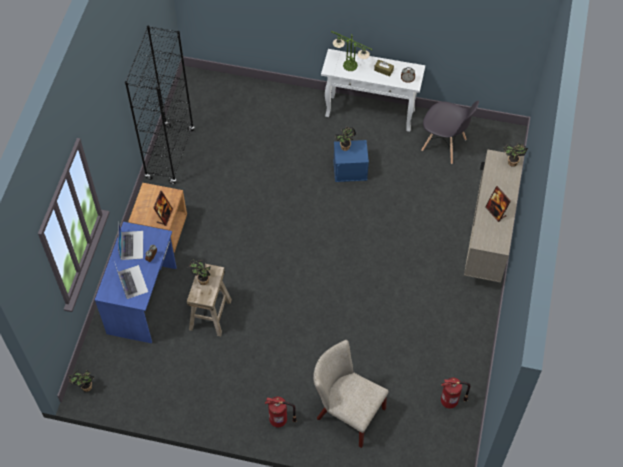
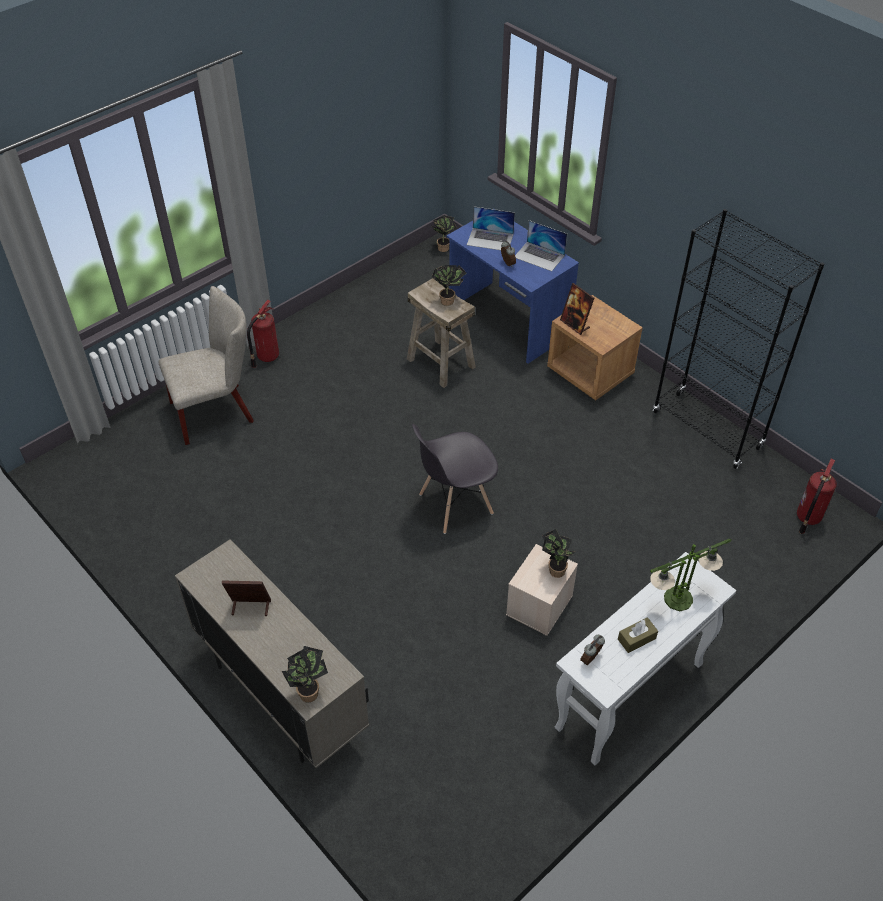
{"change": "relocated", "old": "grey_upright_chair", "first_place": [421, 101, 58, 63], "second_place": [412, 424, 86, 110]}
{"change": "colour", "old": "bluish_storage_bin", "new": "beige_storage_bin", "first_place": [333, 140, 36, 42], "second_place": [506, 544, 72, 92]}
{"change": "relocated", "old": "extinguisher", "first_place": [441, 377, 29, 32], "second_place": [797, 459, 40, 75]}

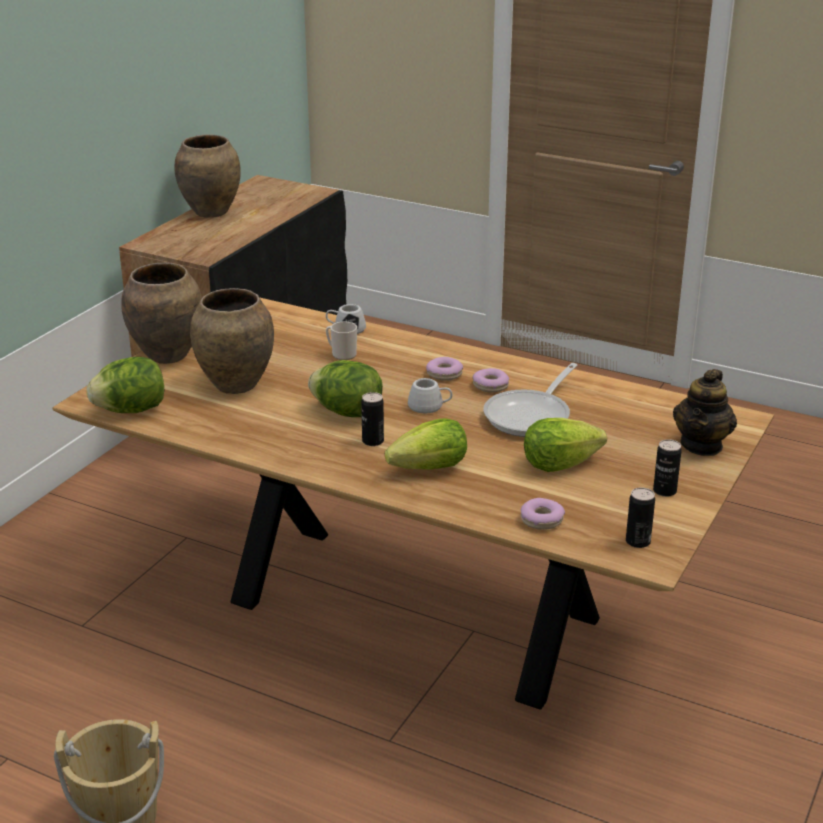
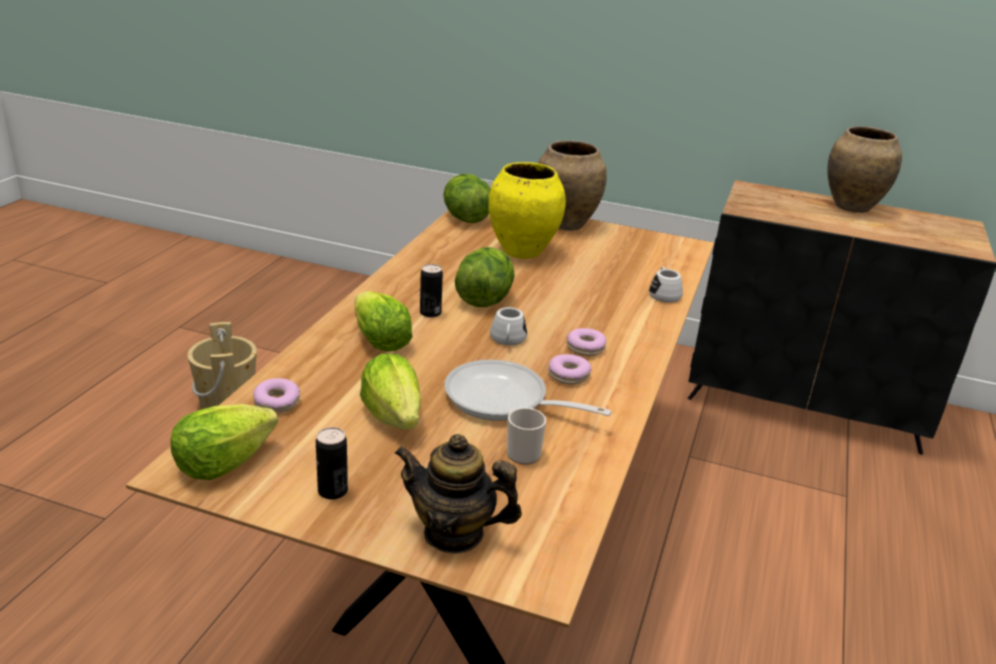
{"change": "colour", "old": "brown_flower_vase", "new": "yellow_flower_vase", "first_place": [190, 288, 84, 106], "second_place": [489, 162, 77, 97]}
{"change": "relocated", "old": "tea_mug", "first_place": [326, 322, 31, 38], "second_place": [507, 408, 39, 57]}
{"change": "exchanged", "old": "can", "new": "lettuce", "first_place": [626, 487, 29, 61], "second_place": [170, 404, 108, 76]}

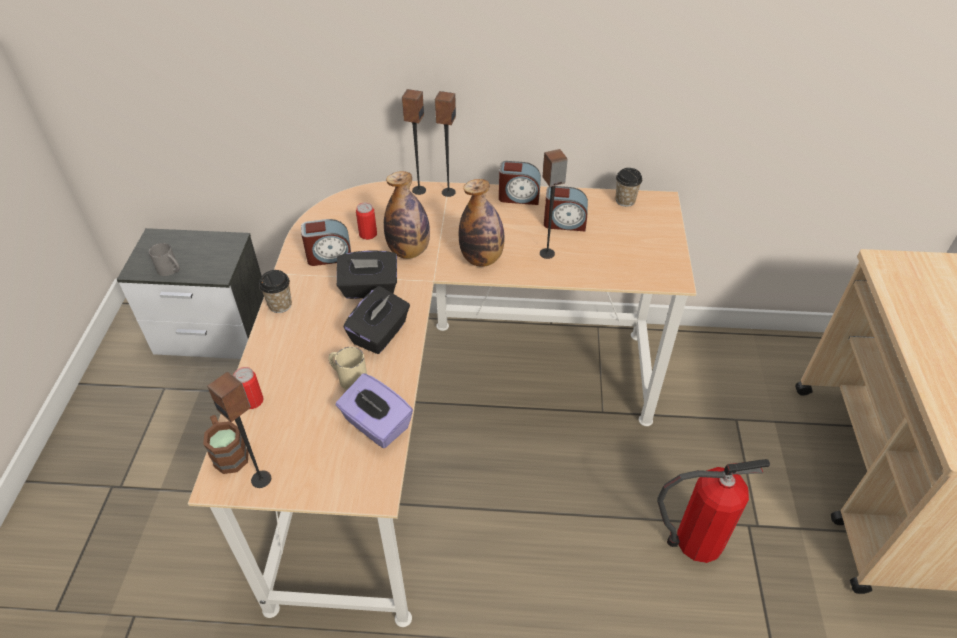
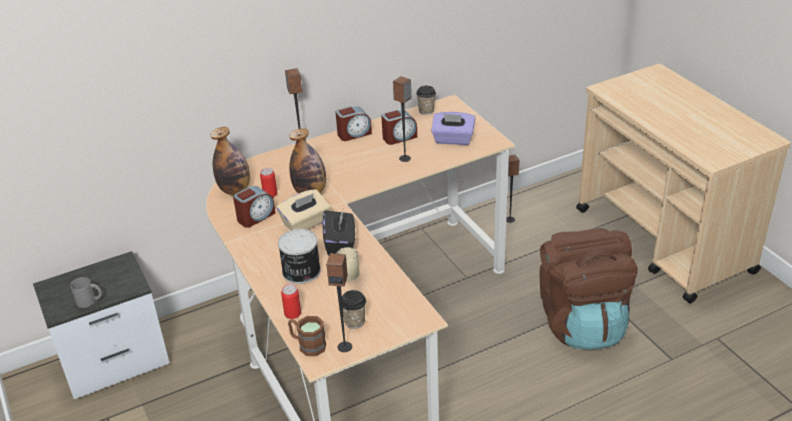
{"change": "relocated", "old": "audio_speaker", "first_place": [402, 89, 24, 106], "second_place": [506, 155, 13, 68]}
{"change": "relocated", "old": "bottle", "first_place": [459, 179, 45, 88], "second_place": [210, 127, 40, 68]}
{"change": "colour", "old": "black-coloured_tissue_holder", "new": "beige_tissue_holder", "first_place": [337, 251, 60, 48], "second_place": [277, 189, 53, 41]}
{"change": "relocated", "old": "drinking_cup", "first_place": [259, 270, 33, 43], "second_place": [342, 290, 24, 39]}
{"change": "relocated", "old": "purplish_tissue_holder", "first_place": [336, 373, 77, 75], "second_place": [431, 112, 44, 33]}
{"change": "exchanged", "old": "extinguisher", "new": "brown_rucksack", "first_place": [657, 459, 113, 104], "second_place": [539, 228, 99, 122]}
{"change": "appeared", "new": "can", "second_place": [278, 229, 43, 55]}

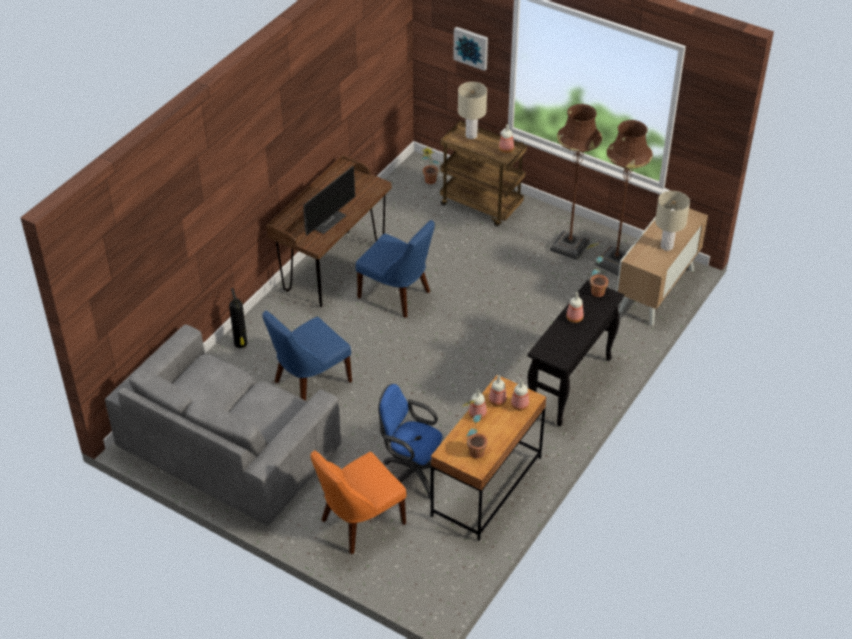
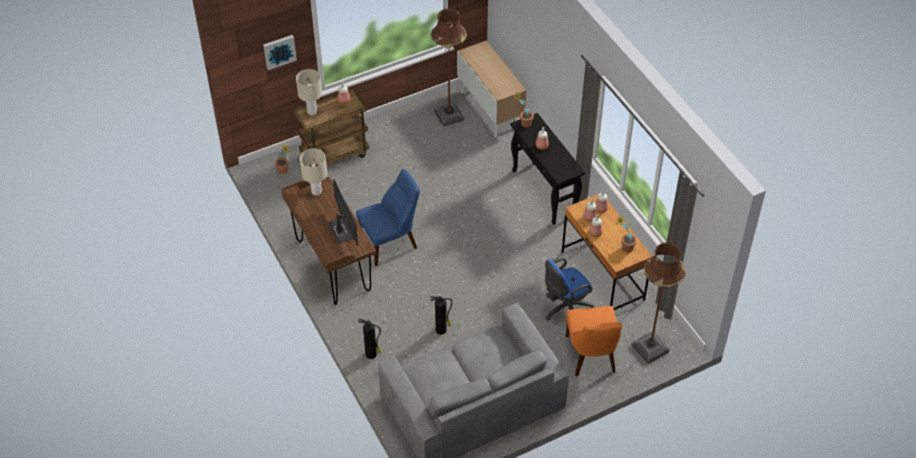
{"change": "relocated", "old": "brown_standard_lamp", "first_place": [550, 104, 53, 156], "second_place": [631, 242, 55, 122]}
{"change": "relocated", "old": "beige_tabletop_lamp", "first_place": [655, 191, 35, 60], "second_place": [300, 149, 27, 47]}
{"change": "exchanged", "old": "bluish_upright_chair", "new": "extinguisher", "first_place": [262, 311, 90, 90], "second_place": [431, 296, 21, 38]}

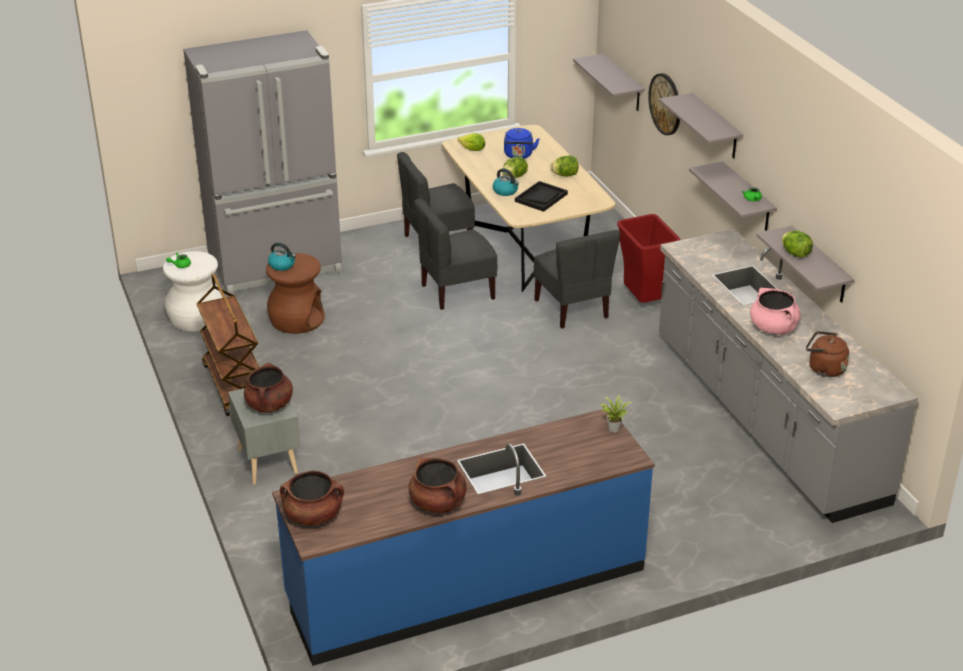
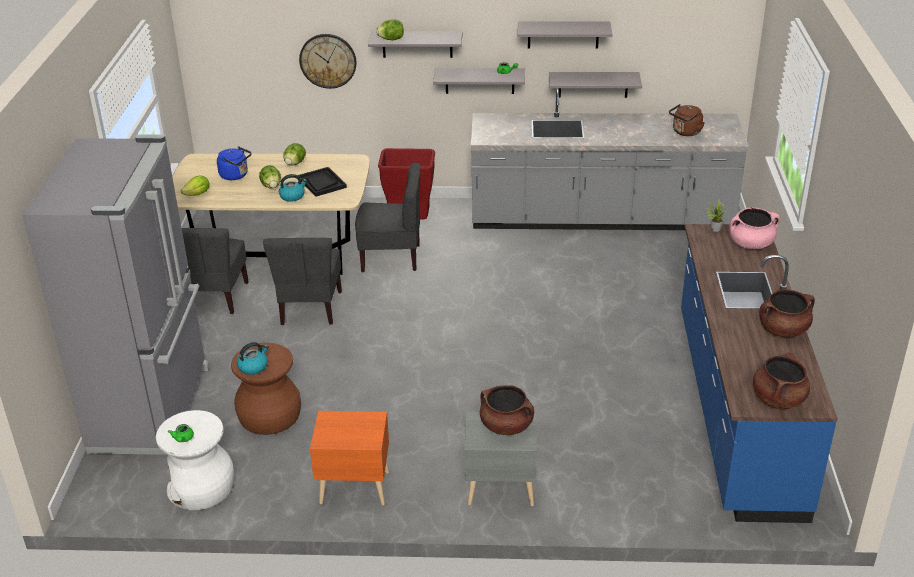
{"change": "relocated", "old": "grey_wall_shelf", "first_place": [573, 54, 72, 57], "second_place": [518, 21, 95, 27]}
{"change": "relocated", "old": "lettuce", "first_place": [782, 230, 31, 28], "second_place": [376, 19, 28, 21]}
{"change": "exchanged", "old": "brown_cart", "new": "orange_bedside_table", "first_place": [196, 274, 63, 142], "second_place": [310, 411, 79, 94]}
{"change": "relocated", "old": "pinkish_cooking_pot", "first_place": [750, 288, 51, 47], "second_place": [729, 207, 51, 42]}

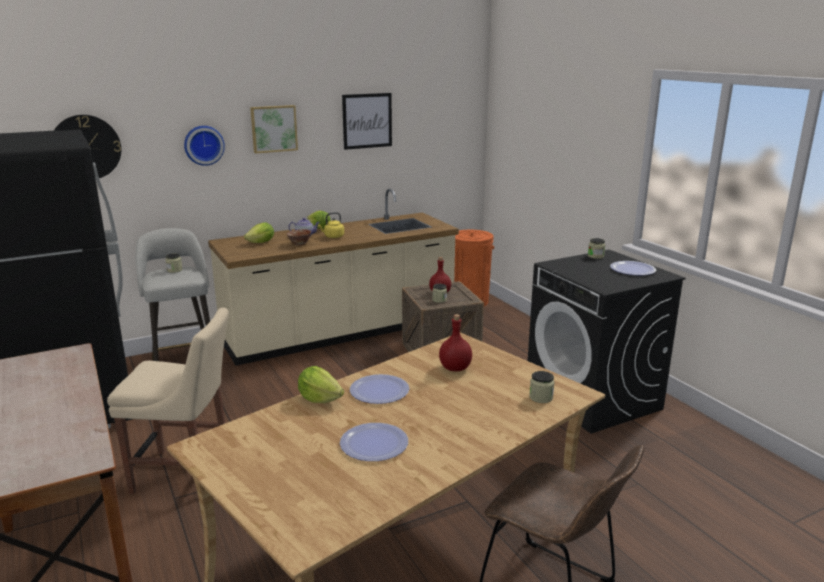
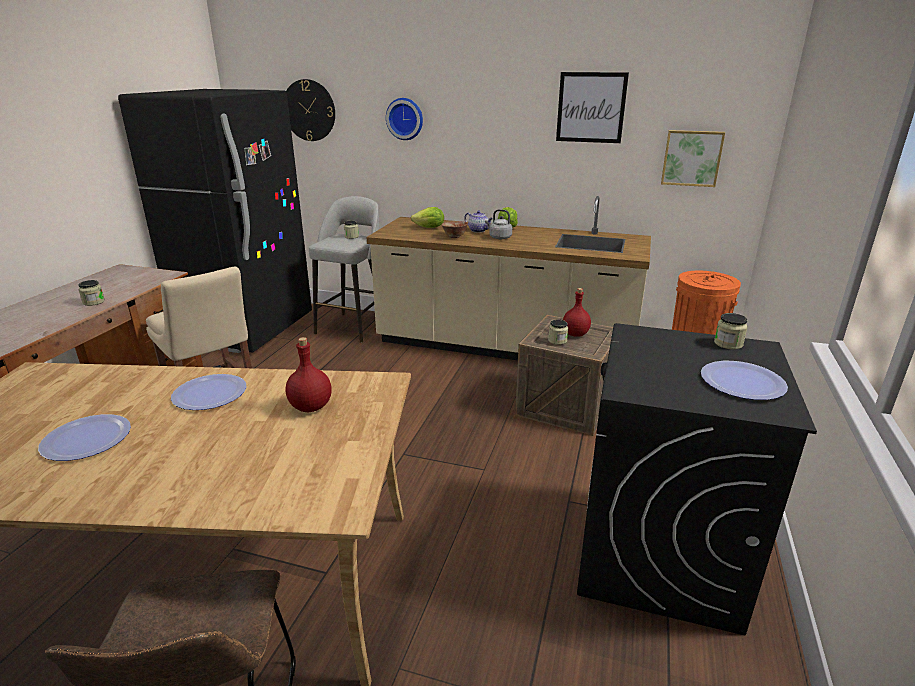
{"change": "relocated", "old": "wall_picture", "first_place": [250, 105, 48, 49], "second_place": [661, 130, 64, 57]}
{"change": "colour", "old": "yellow_tea_kettle", "new": "grey_tea_kettle", "first_place": [318, 212, 26, 26], "second_place": [485, 209, 27, 30]}
{"change": "missing", "old": "lettuce", "first_place": [298, 366, 46, 37]}
{"change": "relocated", "old": "jar", "first_place": [529, 371, 26, 32], "second_place": [79, 280, 26, 26]}

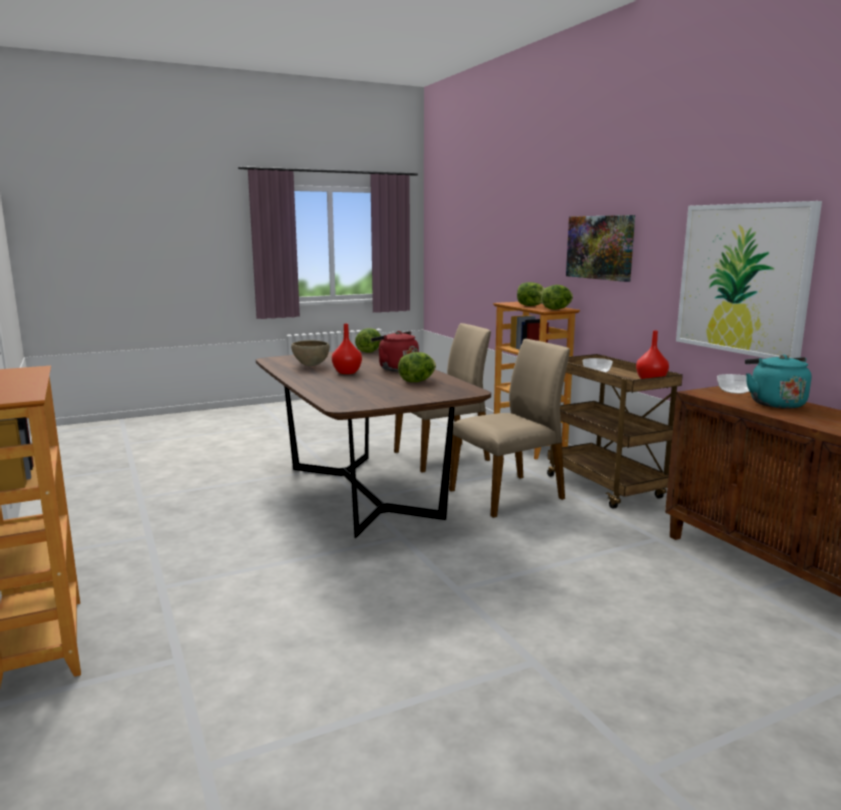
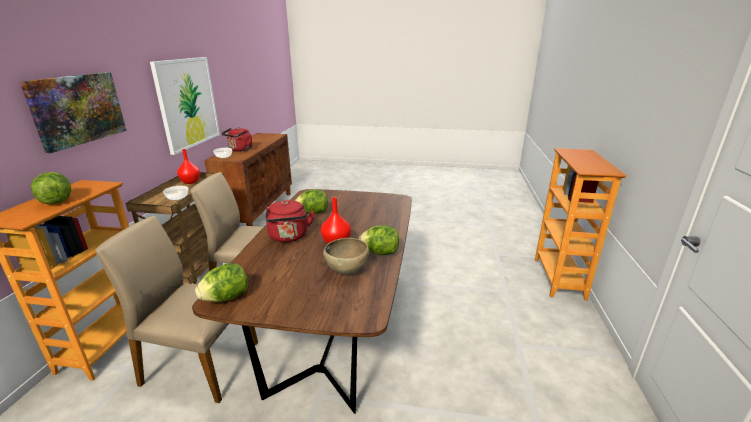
{"change": "relocated", "old": "lettuce", "first_place": [541, 285, 32, 25], "second_place": [359, 225, 40, 30]}
{"change": "colour", "old": "turquoise_tea_kettle", "new": "reddish_tea_kettle", "first_place": [745, 354, 66, 55], "second_place": [222, 127, 30, 25]}

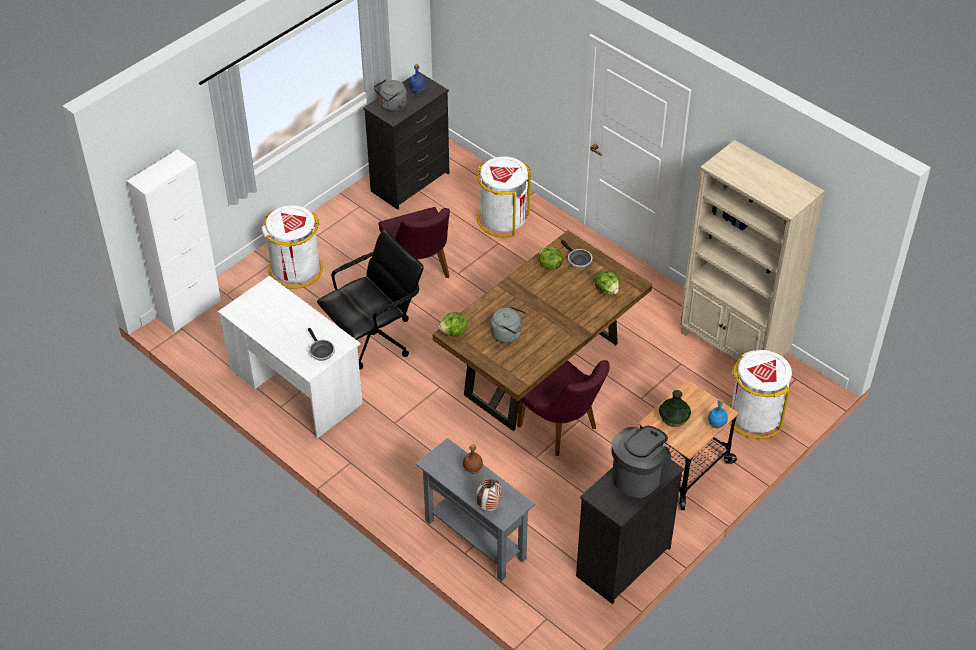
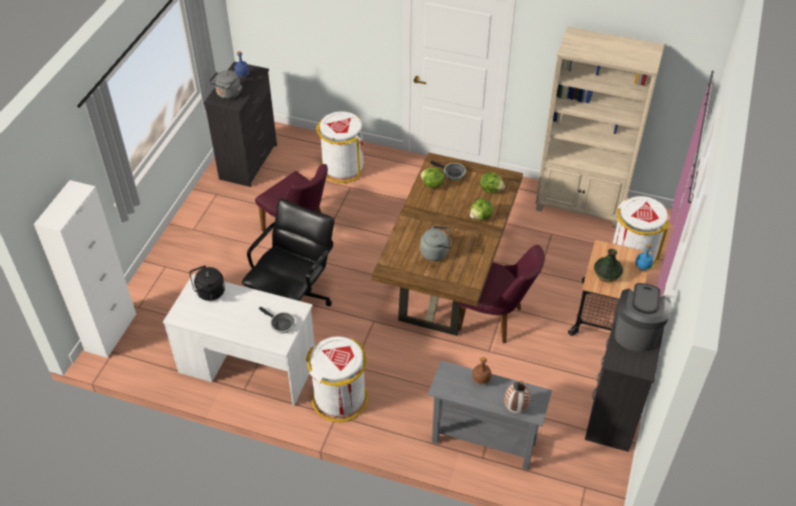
{"change": "relocated", "old": "white_waste_bin", "first_place": [261, 205, 62, 84], "second_place": [306, 336, 62, 86]}
{"change": "relocated", "old": "lettuce", "first_place": [438, 312, 29, 24], "second_place": [470, 199, 23, 21]}
{"change": "appeared", "new": "black-coloured_tea_kettle", "second_place": [189, 265, 36, 36]}

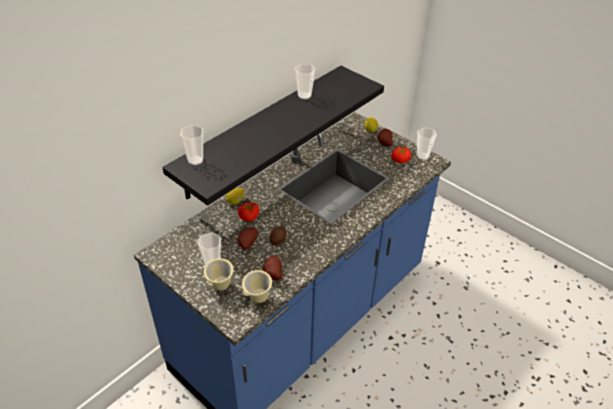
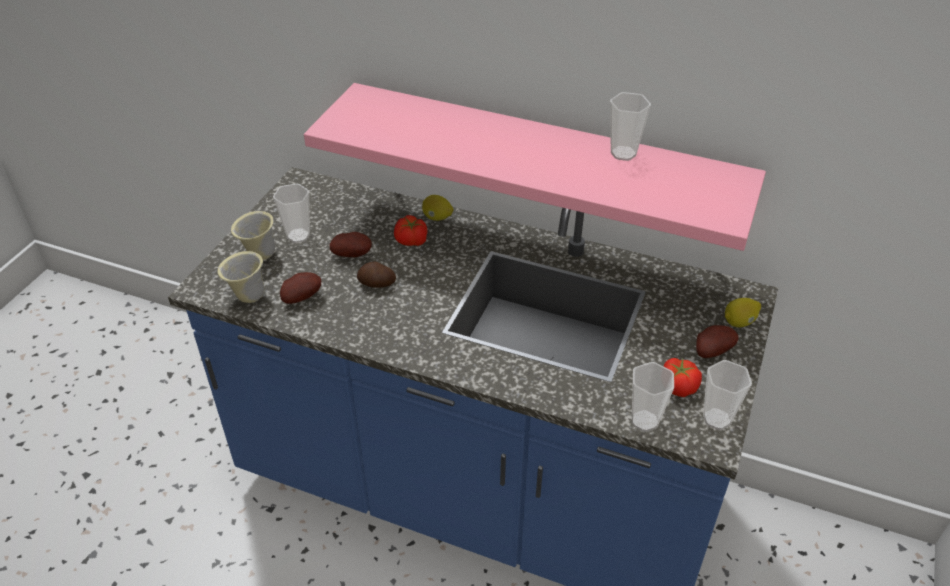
{"change": "colour", "old": "black-coloured_wall_shelf", "new": "pinkish_wall_shelf", "first_place": [162, 66, 222, 140], "second_place": [304, 83, 462, 168]}
{"change": "relocated", "old": "drinking_cup", "first_place": [180, 125, 23, 41], "second_place": [632, 362, 42, 70]}

